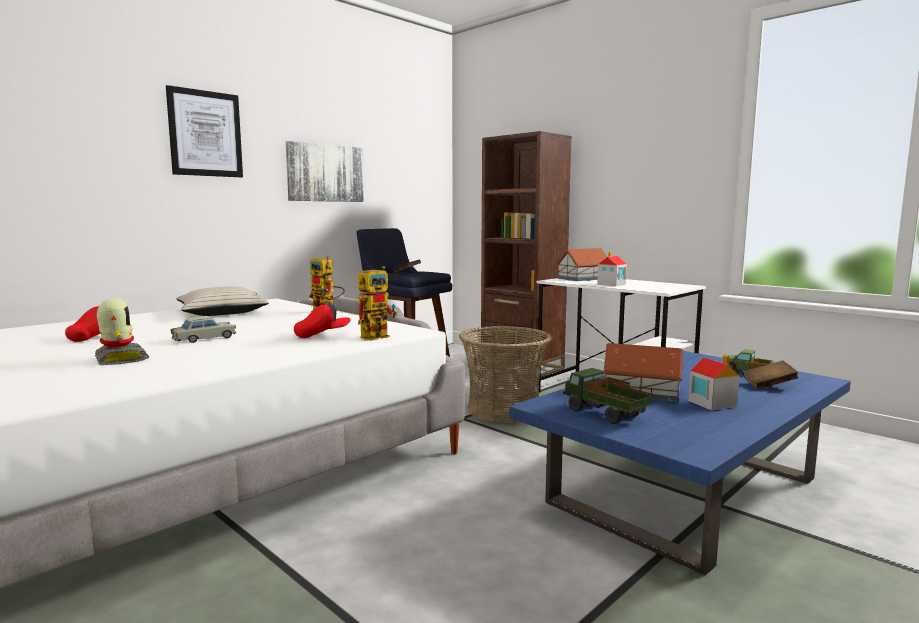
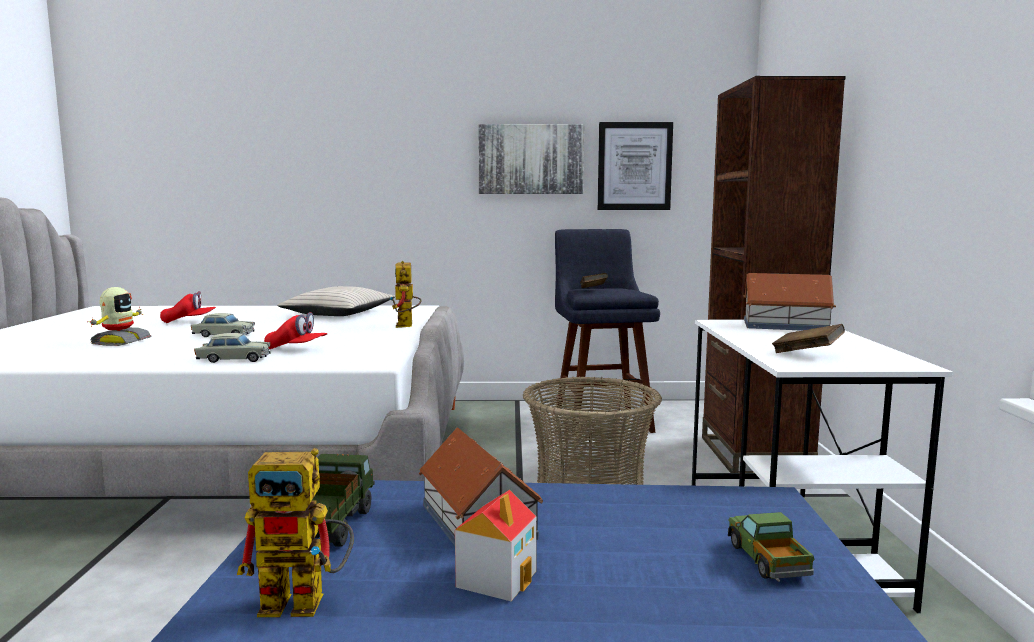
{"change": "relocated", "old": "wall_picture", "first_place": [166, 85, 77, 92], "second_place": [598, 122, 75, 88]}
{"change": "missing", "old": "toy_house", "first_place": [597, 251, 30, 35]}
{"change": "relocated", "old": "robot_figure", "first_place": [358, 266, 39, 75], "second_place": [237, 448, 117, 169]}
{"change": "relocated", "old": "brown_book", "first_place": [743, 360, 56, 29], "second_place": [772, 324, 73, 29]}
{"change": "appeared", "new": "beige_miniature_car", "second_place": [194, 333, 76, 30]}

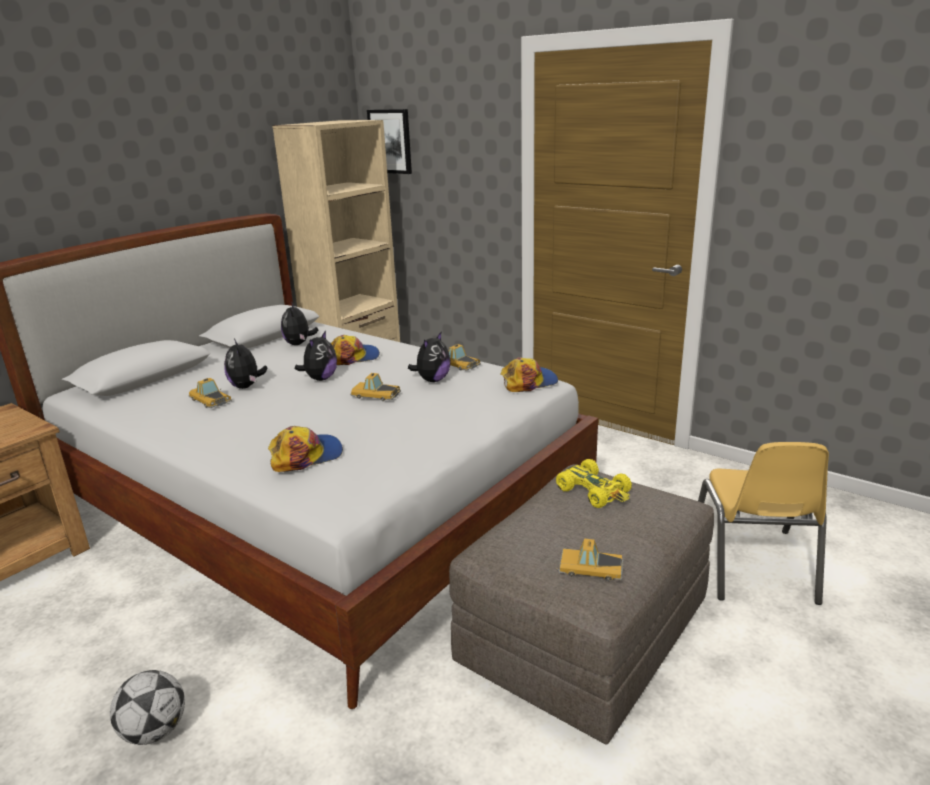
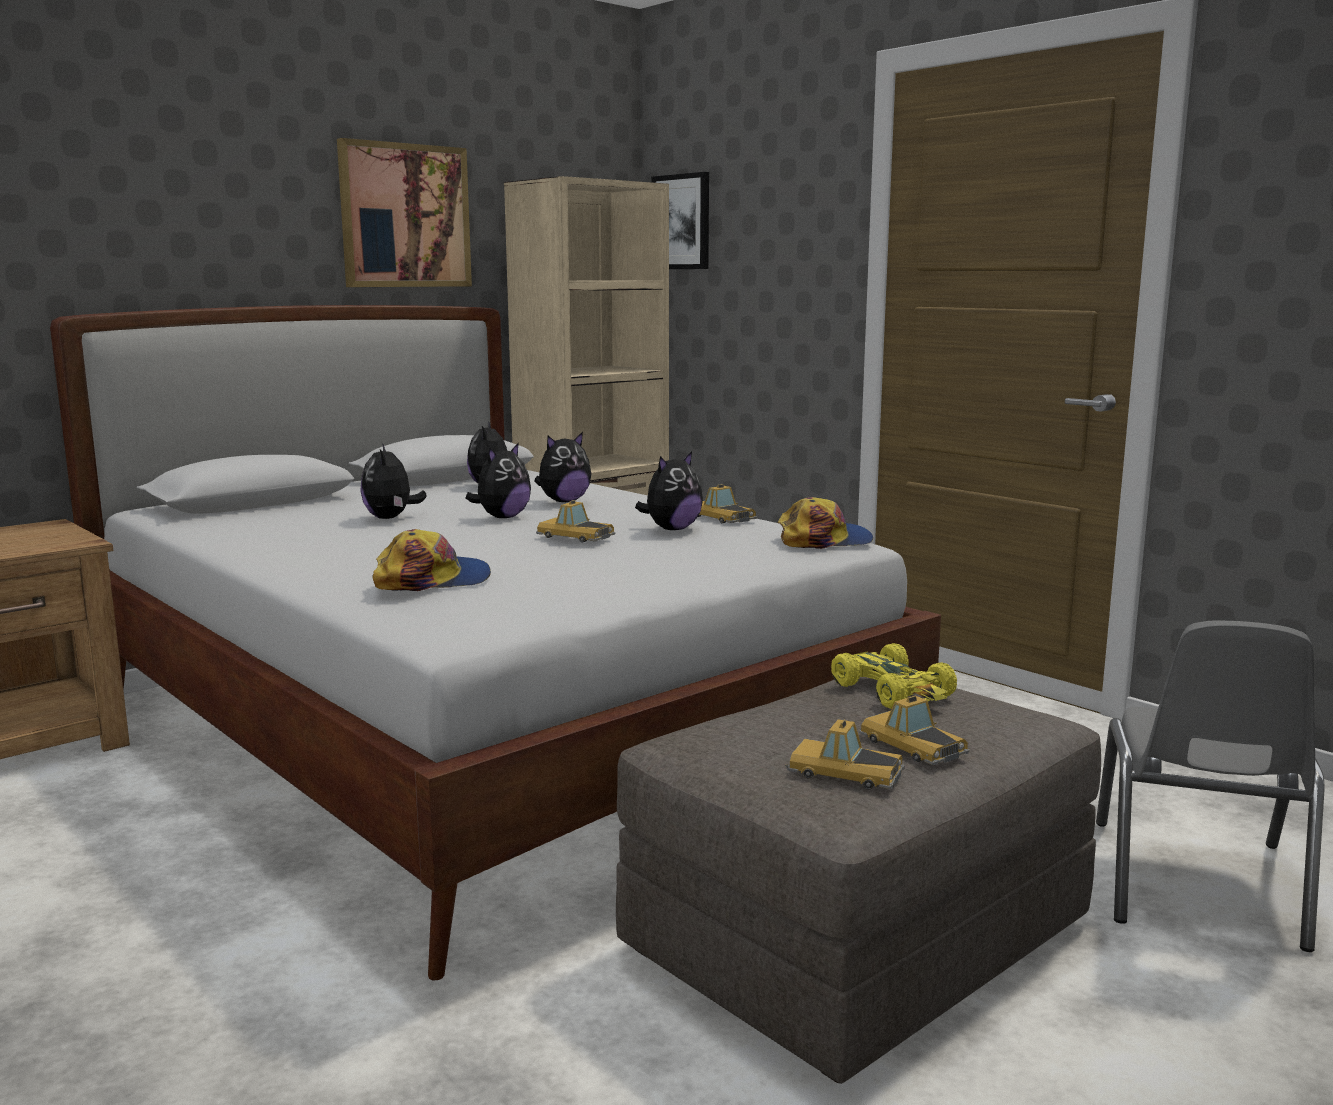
{"change": "exchanged", "old": "baseball_cap", "new": "soft_toy", "first_place": [331, 335, 49, 30], "second_place": [534, 432, 57, 70]}
{"change": "relocated", "old": "miniature_car", "first_place": [189, 378, 43, 30], "second_place": [859, 696, 110, 69]}
{"change": "colour", "old": "yellow_upright_chair", "new": "grey_upright_chair", "first_place": [698, 442, 131, 163], "second_place": [1096, 621, 228, 331]}
{"change": "missing", "old": "football", "first_place": [110, 670, 75, 75]}
{"change": "appeared", "new": "wall_picture", "second_place": [337, 138, 135, 149]}

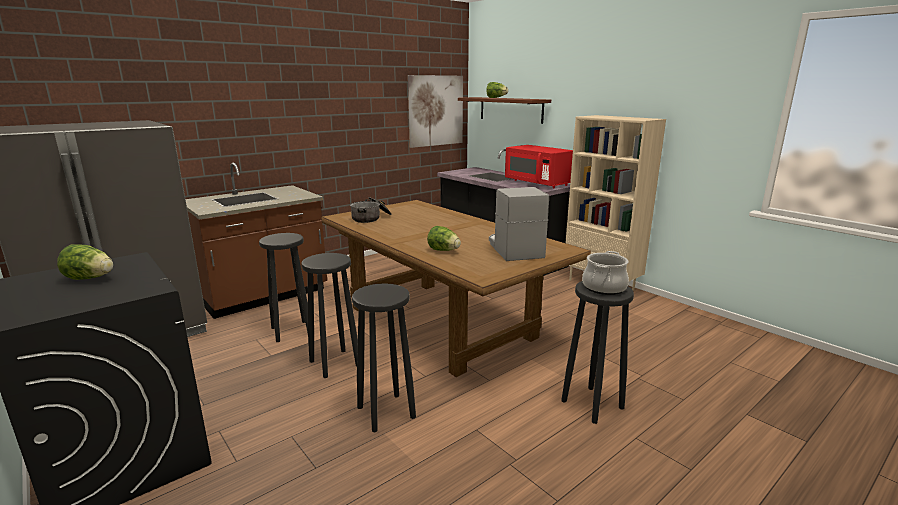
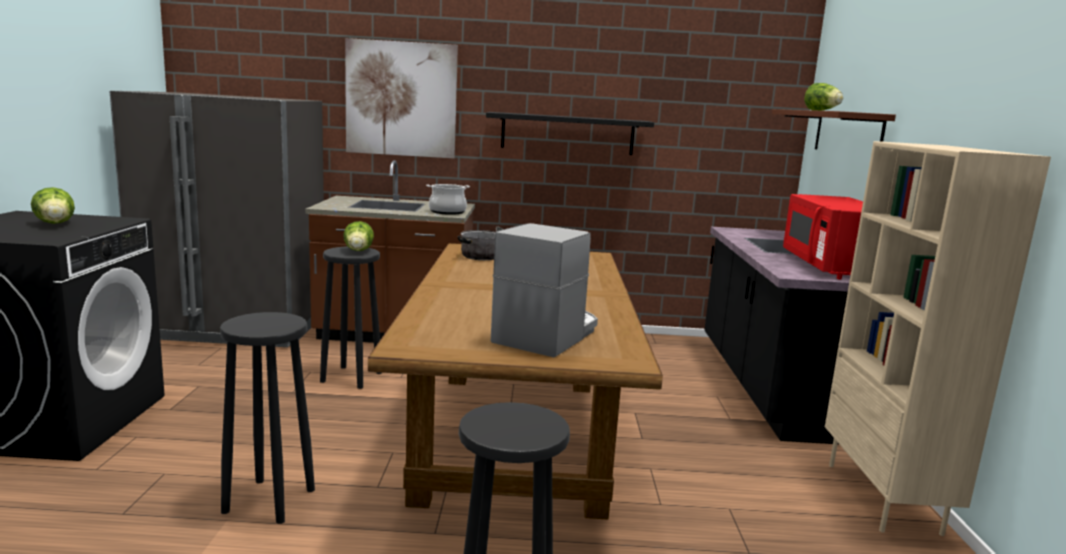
{"change": "relocated", "old": "wall_picture", "first_place": [408, 75, 55, 73], "second_place": [345, 38, 113, 120]}
{"change": "relocated", "old": "lettuce", "first_place": [427, 226, 34, 25], "second_place": [343, 221, 31, 30]}
{"change": "relocated", "old": "cooking_pot", "first_place": [582, 251, 47, 44], "second_place": [426, 184, 44, 31]}
{"change": "missing", "old": "black-coloured_stool", "first_place": [301, 253, 57, 125]}
{"change": "appeared", "new": "black-coloured_wall_shelf", "second_place": [486, 112, 168, 43]}

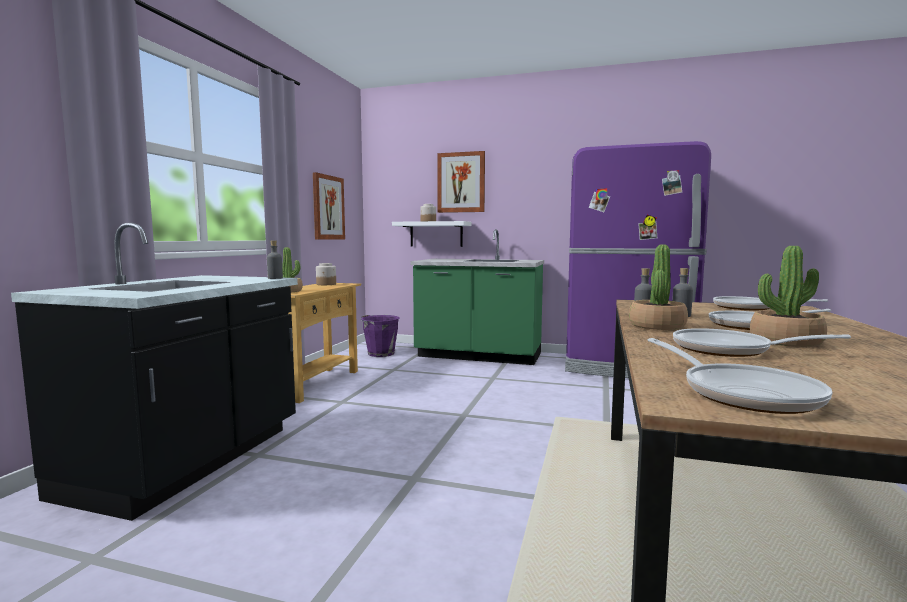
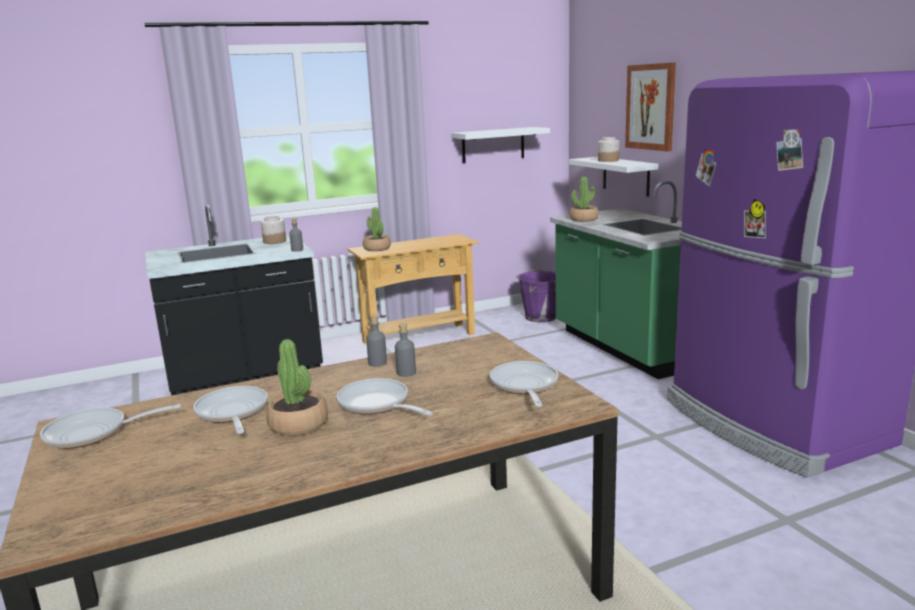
{"change": "exchanged", "old": "wall_picture", "new": "white_wall_shelf", "first_place": [313, 172, 32, 68], "second_place": [451, 127, 99, 36]}
{"change": "relocated", "old": "potted_plant", "first_place": [629, 245, 59, 85], "second_place": [570, 177, 29, 45]}
{"change": "relocated", "old": "jar", "first_place": [316, 263, 20, 22], "second_place": [261, 216, 25, 28]}
{"change": "spun", "old": "pan", "first_place": [648, 338, 184, 76], "second_place": [40, 404, 142, 45], "degrees": 45}

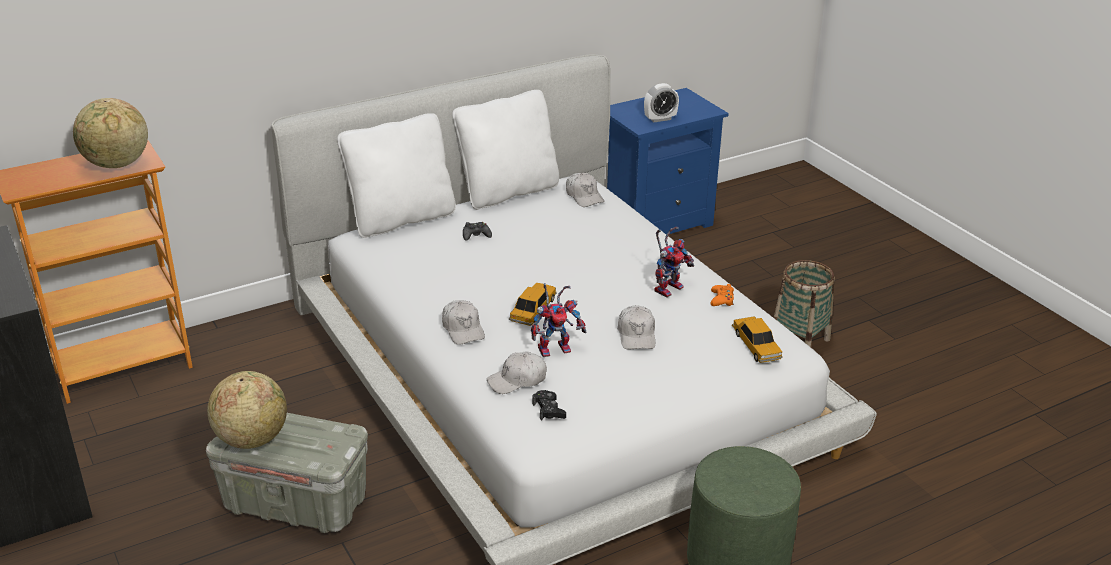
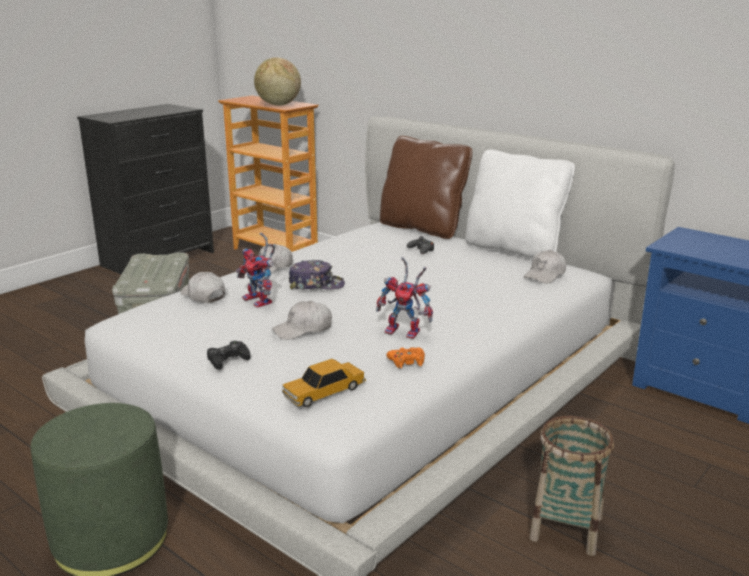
{"change": "missing", "old": "alarm_clock", "first_place": [644, 83, 35, 39]}
{"change": "colour", "old": "white_throw_pillow", "new": "brown_throw_pillow", "first_place": [337, 113, 119, 125], "second_place": [380, 136, 92, 103]}
{"change": "exchanged", "old": "miniature_car", "new": "baseball_cap", "first_place": [509, 283, 48, 43], "second_place": [289, 260, 56, 30]}
{"change": "missing", "old": "globe", "first_place": [207, 371, 80, 78]}
{"change": "relocated", "old": "black-coloured_game_controller", "first_place": [532, 390, 34, 30], "second_place": [207, 341, 43, 29]}

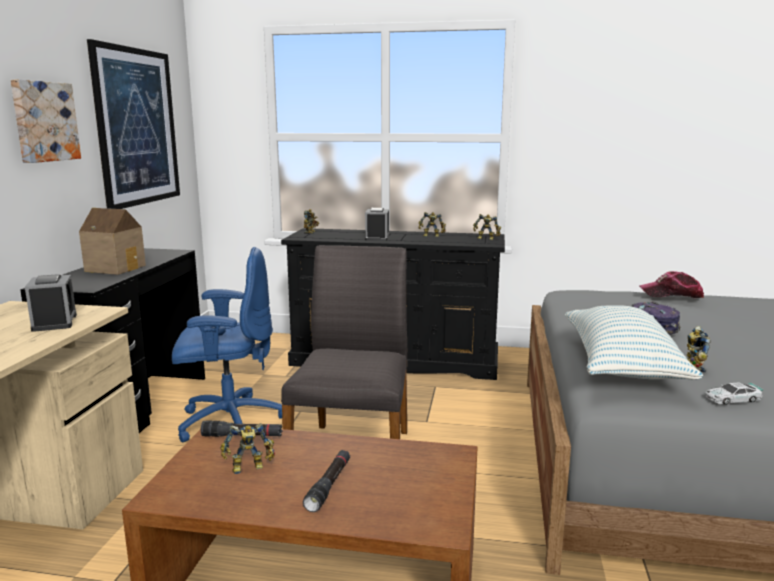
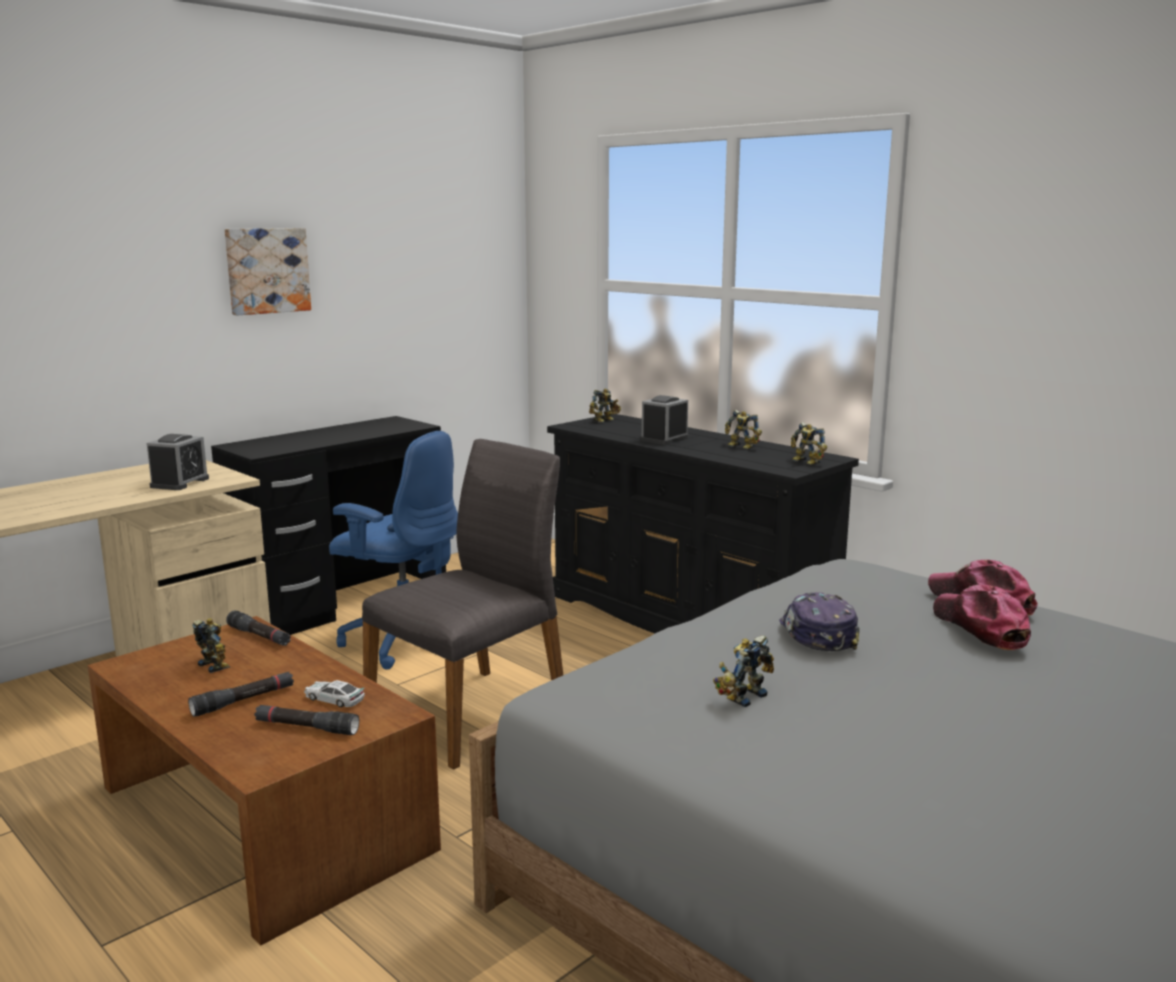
{"change": "missing", "old": "wall_picture", "first_place": [87, 39, 93, 170]}
{"change": "missing", "old": "toy_house", "first_place": [79, 208, 67, 67]}
{"change": "missing", "old": "throw_pillow", "first_place": [565, 305, 138, 75]}
{"change": "relocated", "old": "miniature_car", "first_place": [705, 383, 59, 22], "second_place": [304, 680, 61, 27]}
{"change": "spun", "old": "robot_figure", "first_place": [221, 423, 54, 51], "second_place": [192, 618, 38, 55], "degrees": -150}
{"change": "appeared", "new": "baseball_cap", "second_place": [933, 585, 98, 65]}
{"change": "appeared", "new": "black-coloured_flashlight", "second_place": [254, 705, 105, 30]}

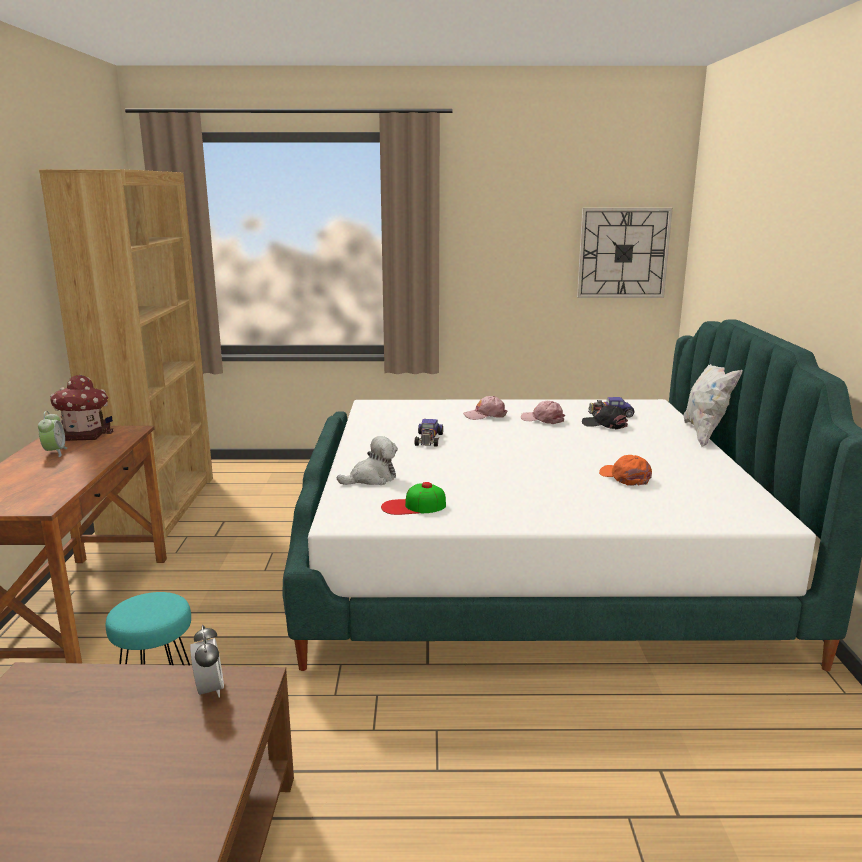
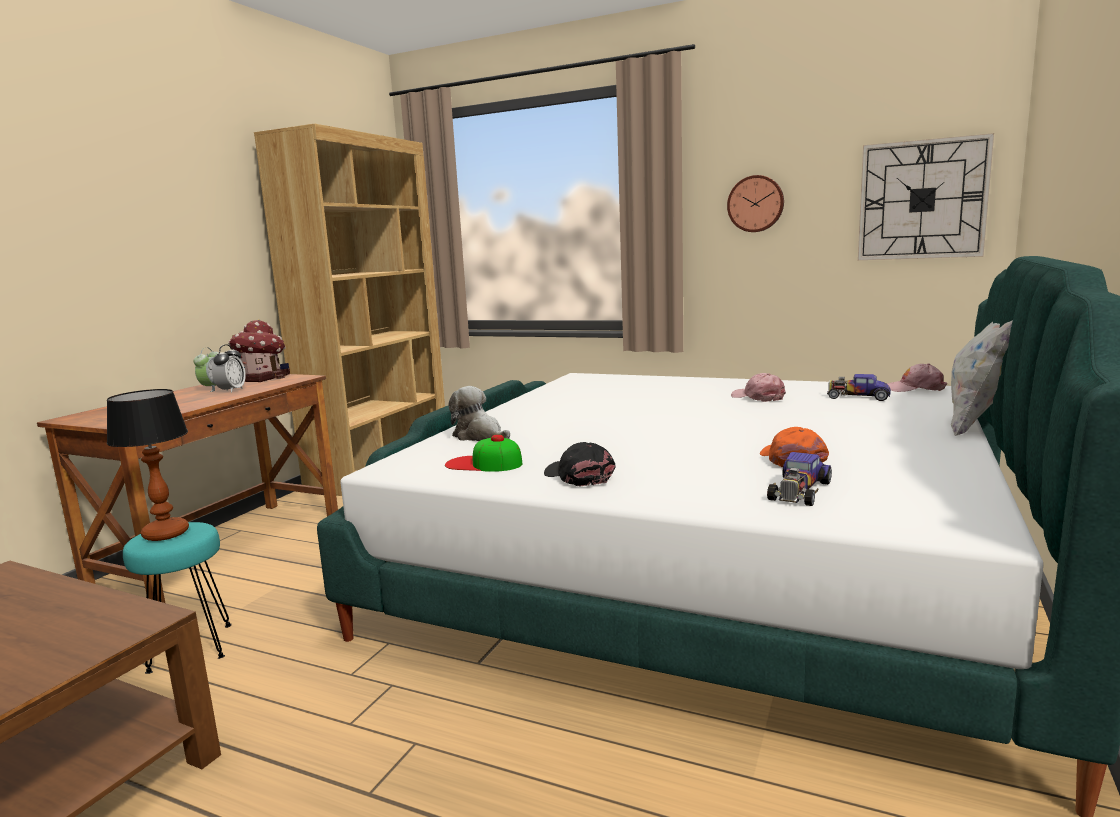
{"change": "relocated", "old": "pinkish_baseball_cap", "first_place": [463, 396, 45, 24], "second_place": [886, 363, 61, 29]}
{"change": "relocated", "old": "black-coloured_baseball_cap", "first_place": [582, 405, 46, 25], "second_place": [544, 442, 71, 44]}
{"change": "relocated", "old": "miniature_car", "first_place": [415, 419, 28, 28], "second_place": [767, 452, 65, 54]}
{"change": "spun", "old": "soft_toy", "first_place": [337, 436, 61, 49], "second_place": [448, 386, 62, 55], "degrees": -135}
{"change": "relocated", "old": "alarm_clock", "first_place": [190, 625, 34, 73], "second_place": [212, 344, 34, 49]}
{"change": "appeared", "new": "wall_clock", "second_place": [727, 175, 57, 57]}
{"change": "appeared", "new": "tabletop_lamp", "second_place": [107, 389, 82, 152]}

